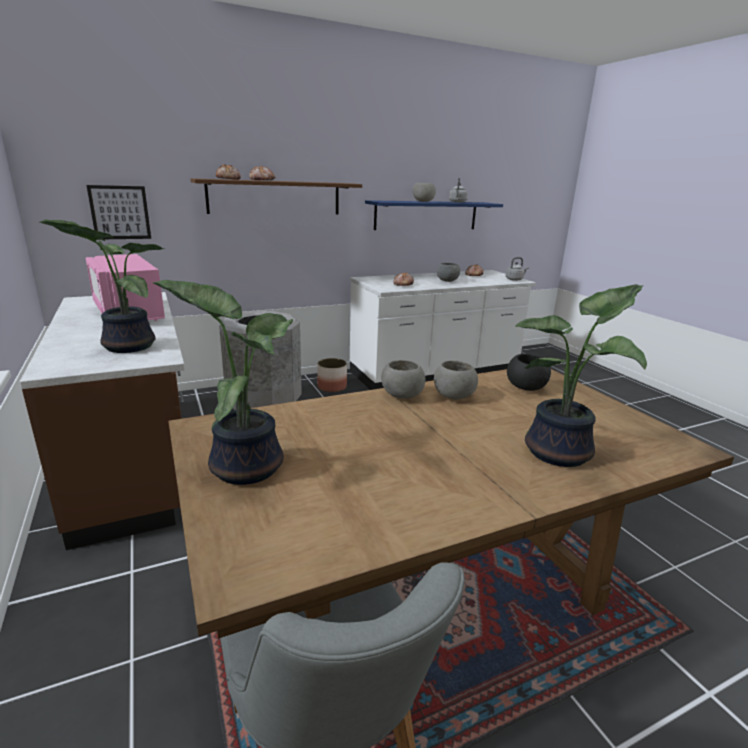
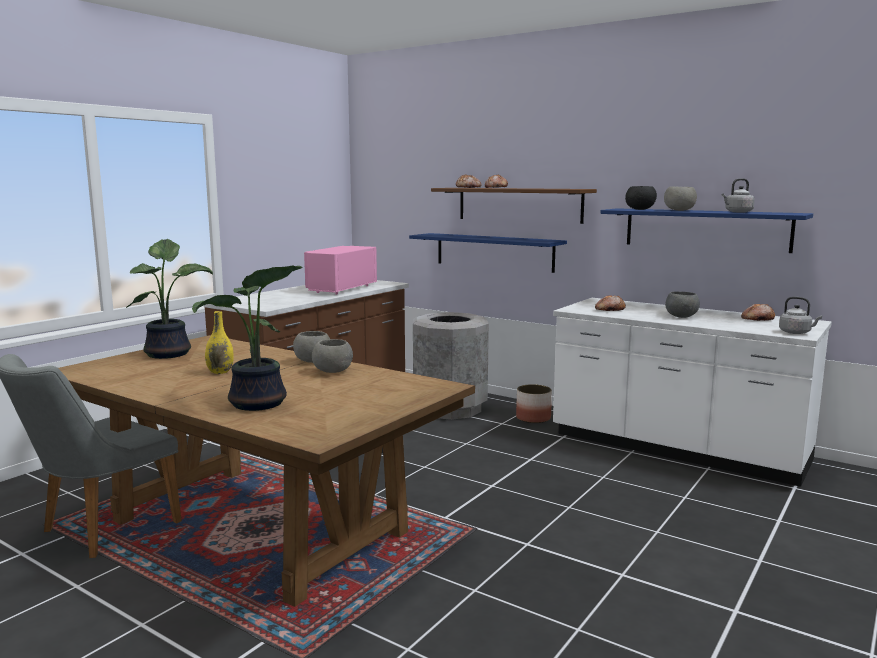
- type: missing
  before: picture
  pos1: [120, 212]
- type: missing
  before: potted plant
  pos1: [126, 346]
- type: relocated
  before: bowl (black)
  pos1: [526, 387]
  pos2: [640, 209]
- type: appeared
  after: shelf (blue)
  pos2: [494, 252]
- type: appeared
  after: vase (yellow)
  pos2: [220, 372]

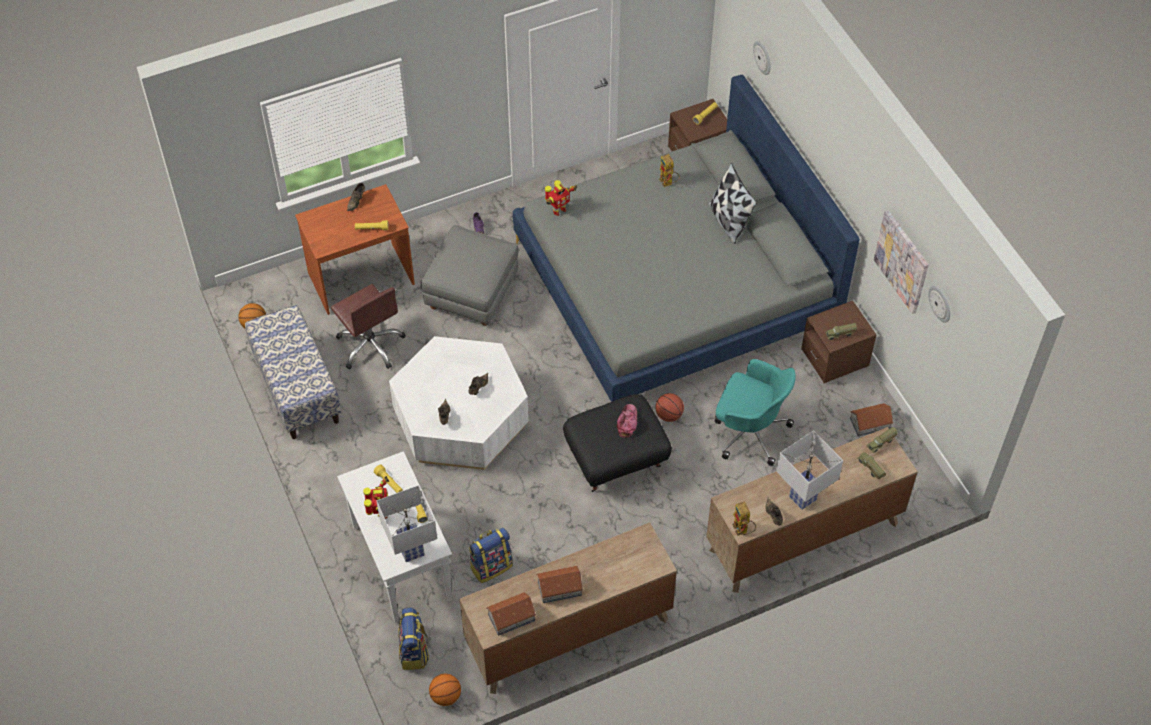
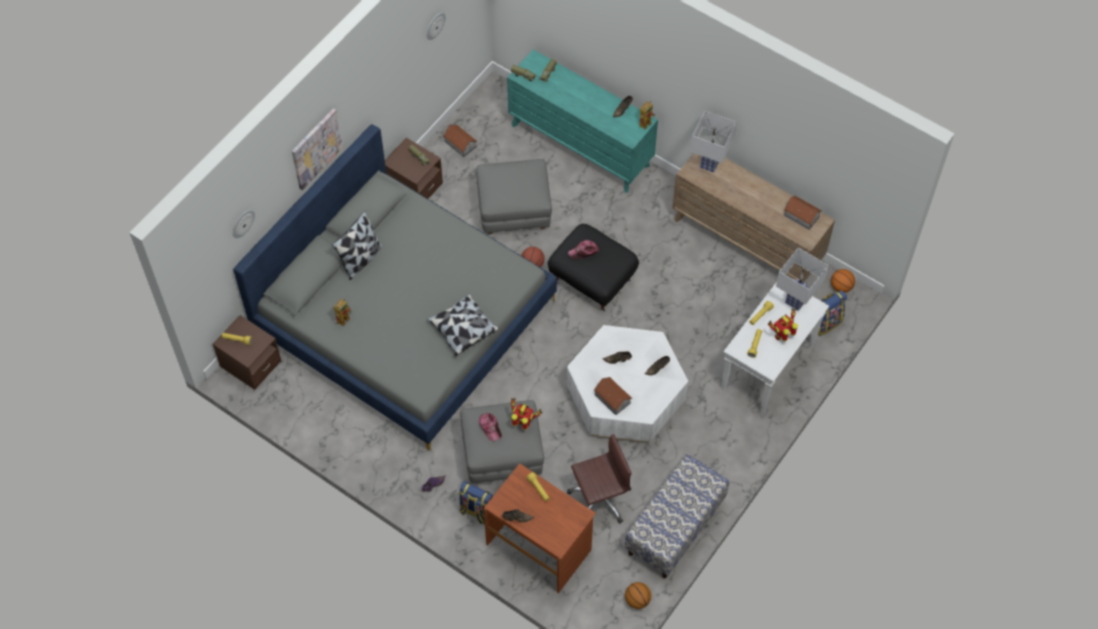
- type: relocated
  before: toy robot
  pos1: [558, 210]
  pos2: [523, 424]
- type: relocated
  before: picture
  pos1: [902, 261]
  pos2: [316, 148]
- type: spun
  before: office chair (brown)
  pos1: [371, 345]
  pos2: [599, 499]
  turn: 45
- type: exchanged
  before: office chair (turquoise)
  after: ottoman (grey)
  pos1: [749, 431]
  pos2: [514, 210]
- type: colour
  before: dresser (brown)
  after: dresser (turquoise)
  pos1: [803, 537]
  pos2: [581, 145]
- type: relocated
  before: table lamp (white)
  pos1: [803, 498]
  pos2: [709, 164]
- type: relocated
  before: backpack
  pos1: [491, 566]
  pos2: [477, 511]
- type: relocated
  before: toy house
  pos1: [559, 588]
  pos2: [612, 399]
- type: appeared
  after: pillow
  pos2: [463, 329]
- type: appeared
  after: cap
  pos2: [490, 427]

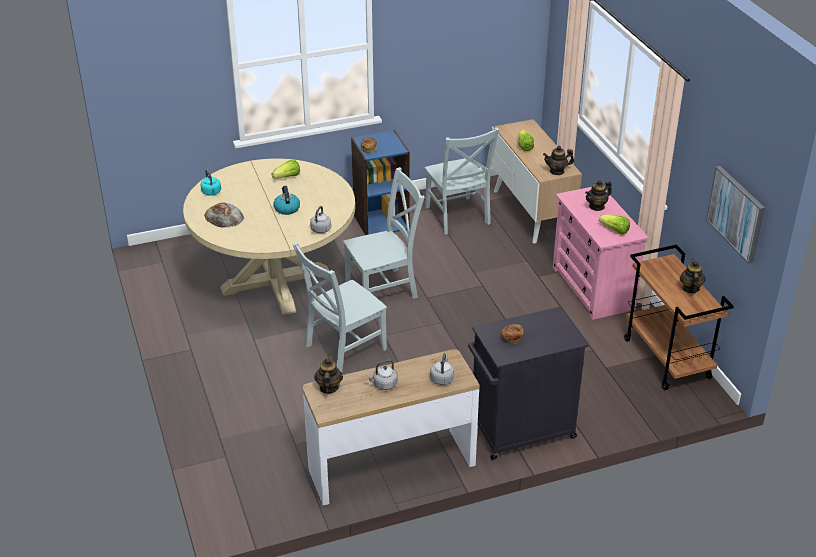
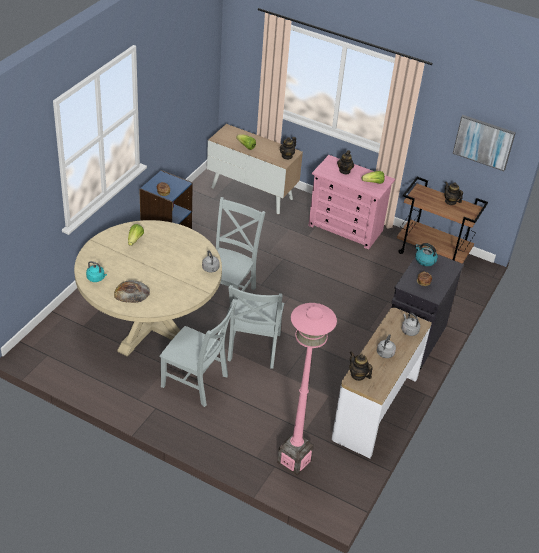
- type: relocated
  before: chair (grey)
  pos1: [458, 217]
  pos2: [197, 382]
- type: relocated
  before: kettle
  pos1: [286, 208]
  pos2: [424, 260]
- type: appeared
  after: floor lamp (pink)
  pos2: [294, 461]

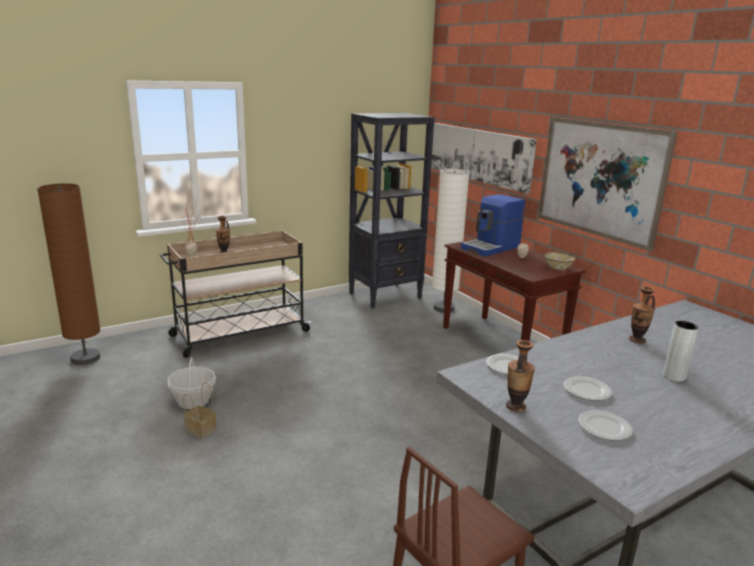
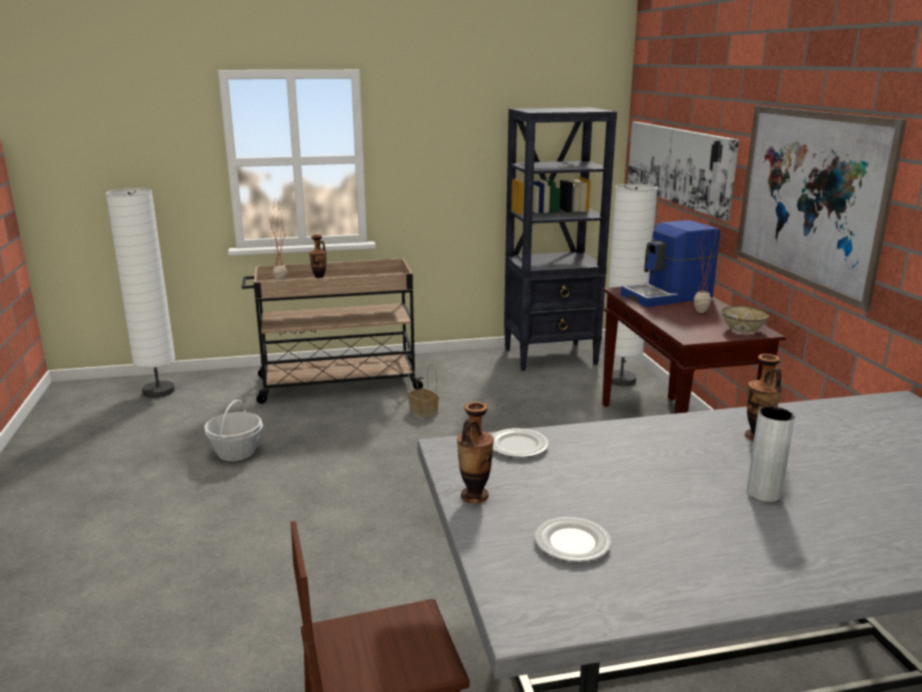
- type: colour
  before: floor lamp (brown)
  after: floor lamp (white)
  pos1: [86, 358]
  pos2: [159, 391]
- type: missing
  before: plate
  pos1: [586, 390]
- type: relocated
  before: basket
  pos1: [200, 430]
  pos2: [422, 411]

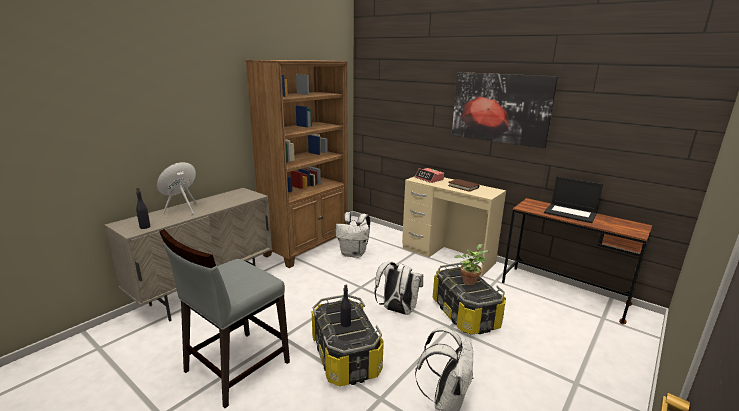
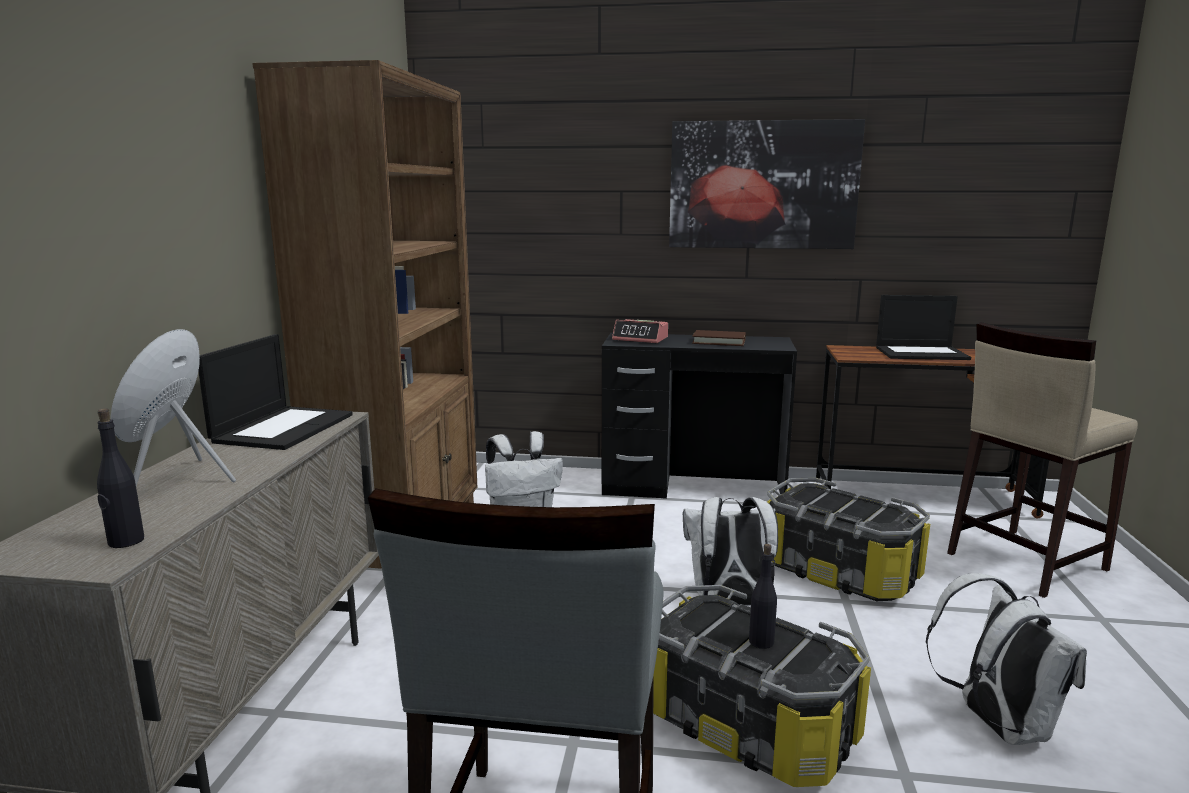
- type: colour
  before: desk (beige)
  after: desk (black)
  pos1: [447, 255]
  pos2: [693, 487]
- type: missing
  before: potted plant
  pos1: [469, 281]
- type: appeared
  after: stool (beige)
  pos2: [1024, 561]
- type: appeared
  after: laptop
  pos2: [283, 428]

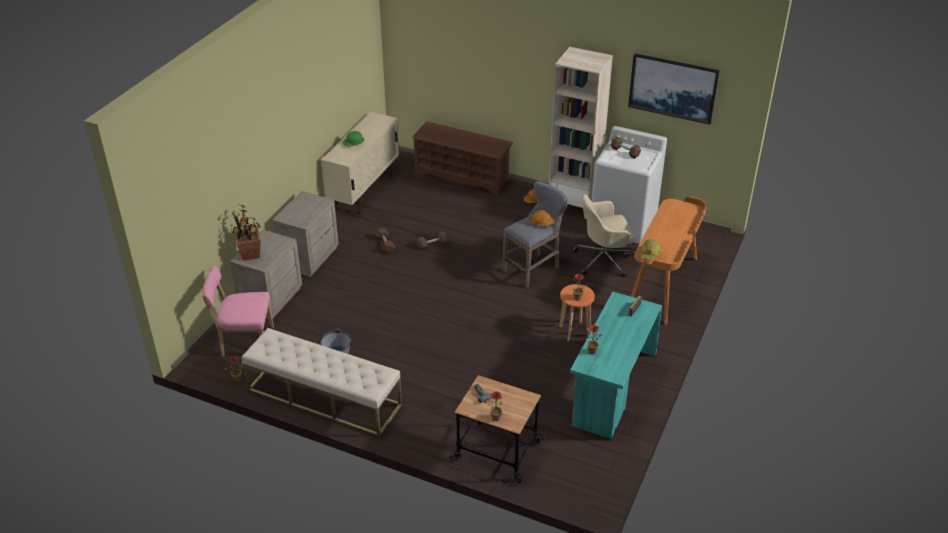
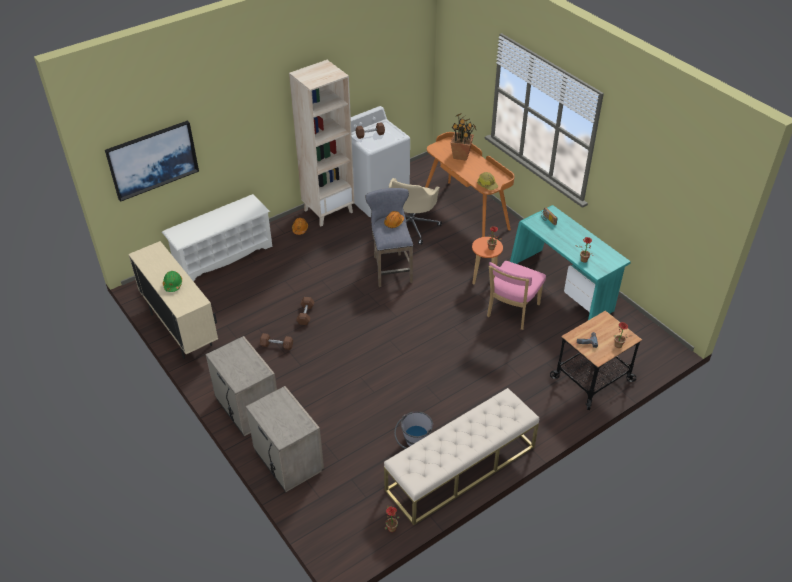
- type: relocated
  before: picture
  pos1: [673, 87]
  pos2: [152, 159]
- type: colour
  before: shoe rack (brown)
  after: shoe rack (white)
  pos1: [462, 176]
  pos2: [223, 256]
- type: relocated
  before: potted plant
  pos1: [250, 254]
  pos2: [461, 155]
- type: relocated
  before: chair (pink)
  pos1: [244, 342]
  pos2: [511, 312]

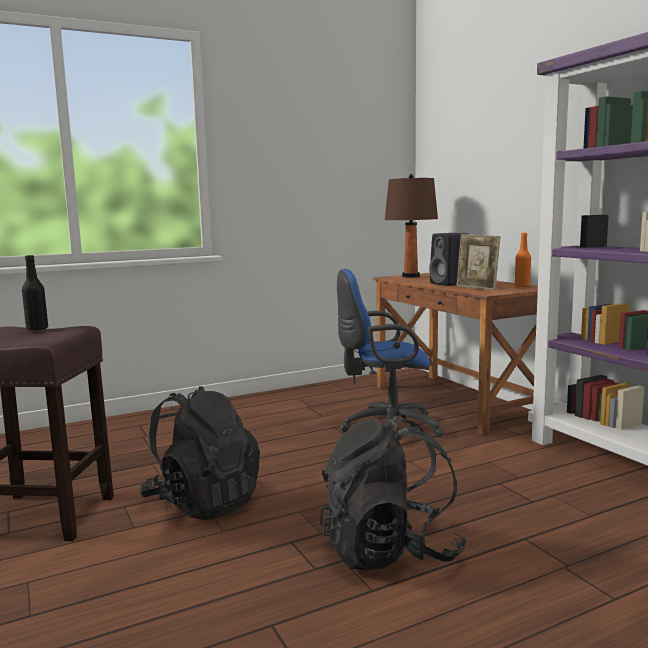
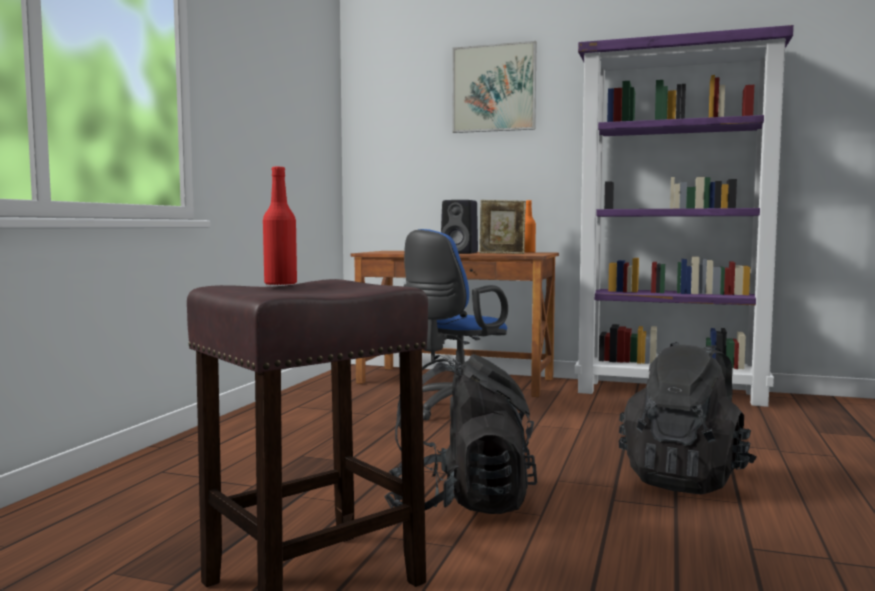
- type: missing
  before: table lamp (brown)
  pos1: [411, 276]
- type: colour
  before: bottle (black)
  after: bottle (red)
  pos1: [37, 329]
  pos2: [280, 284]
- type: appeared
  after: picture
  pos2: [494, 88]

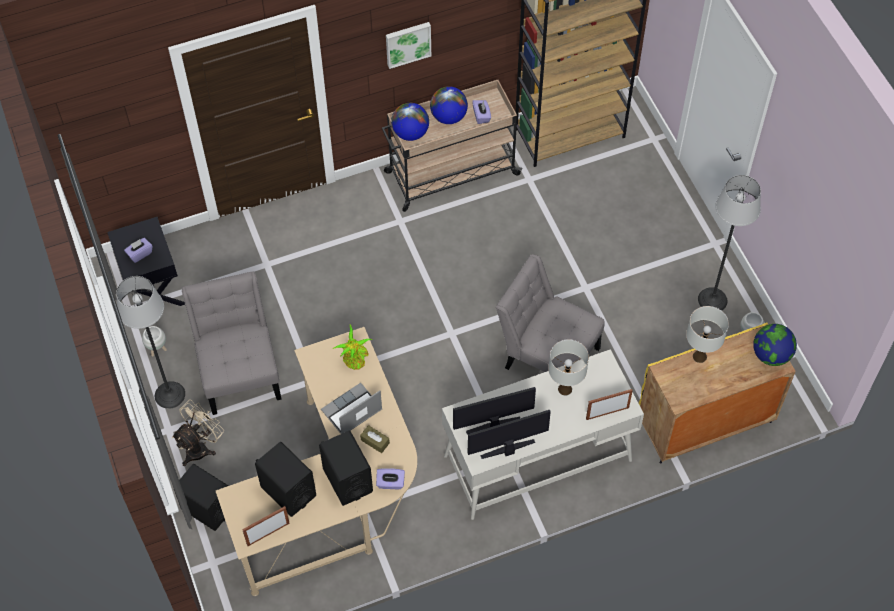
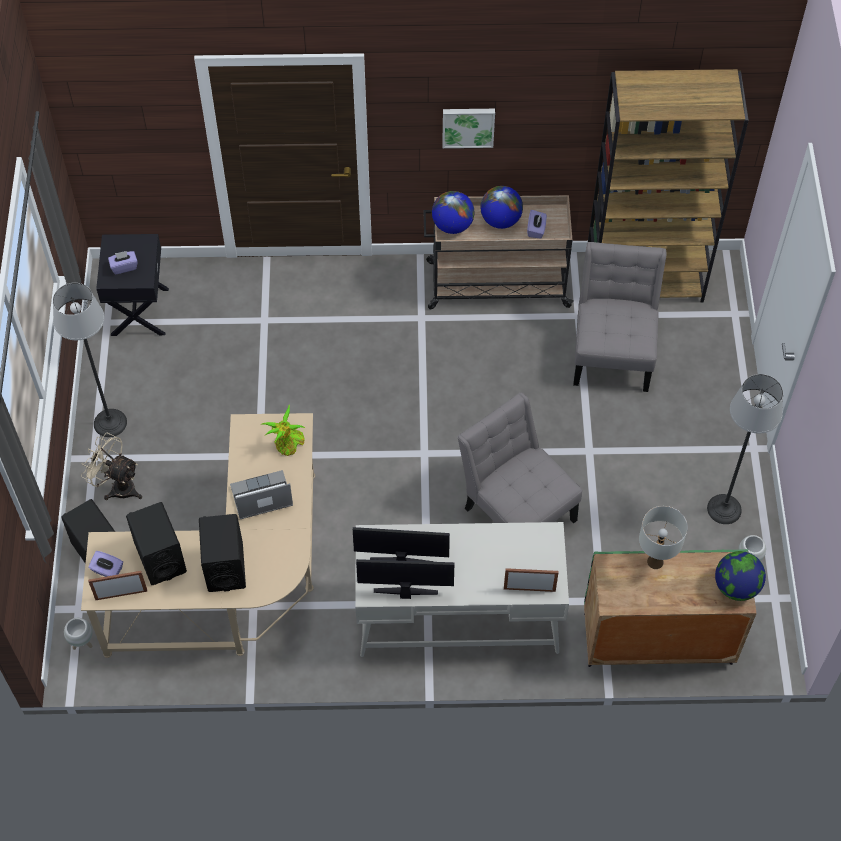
- type: relocated
  before: chair (grey)
  pos1: [240, 371]
  pos2: [613, 351]
- type: colour
  before: cabinet (yellow)
  after: cabinet (green)
  pos1: [704, 422]
  pos2: [656, 639]
- type: relocated
  before: planter (white)
  pos1: [157, 349]
  pos2: [83, 643]
- type: missing
  before: table lamp (white)
  pos1: [565, 389]
- type: spun
  before: fan (beige)
  pos1: [201, 447]
  pos2: [118, 486]
  turn: -120
- type: missing
  before: tissue box (brown)
  pos1: [375, 441]
- type: relocated
  before: tissue box (purple)
  pos1: [390, 483]
  pos2: [107, 570]

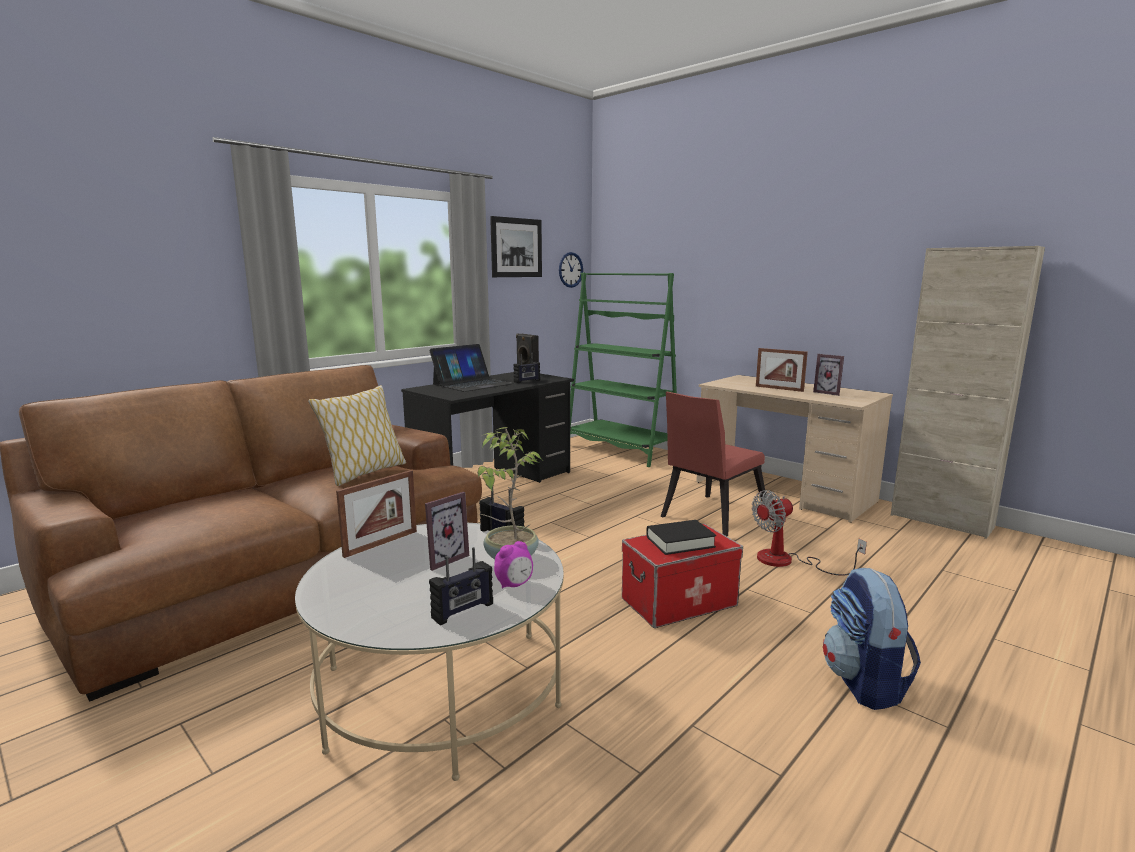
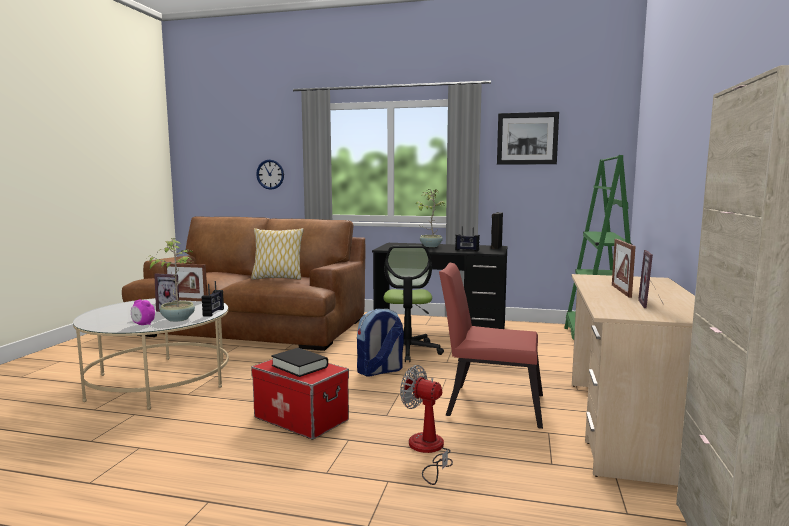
- type: relocated
  before: wall clock
  pos1: [570, 270]
  pos2: [270, 174]
- type: exchanged
  before: laptop
  after: potted plant
  pos1: [472, 384]
  pos2: [430, 246]
- type: missing
  before: radio
  pos1: [463, 611]
- type: relocated
  before: backpack
  pos1: [864, 683]
  pos2: [380, 371]
- type: appeared
  after: office chair
  pos2: [407, 351]

